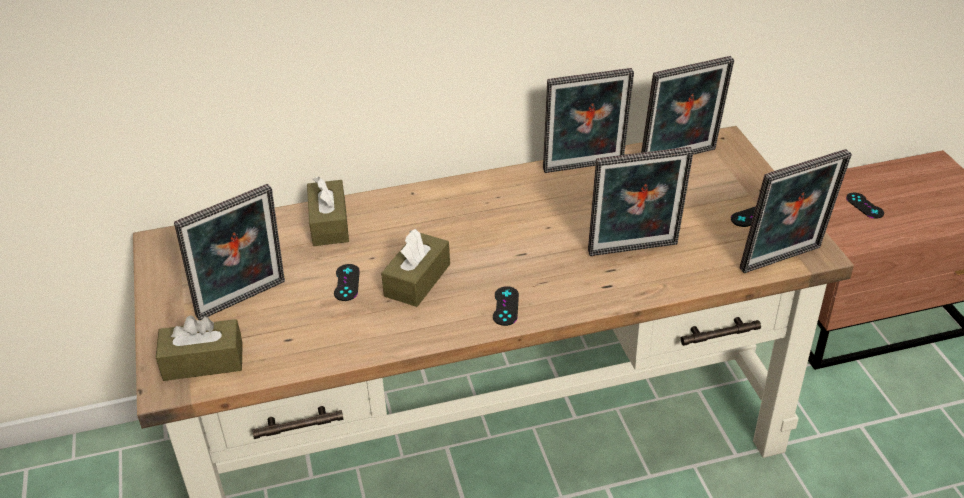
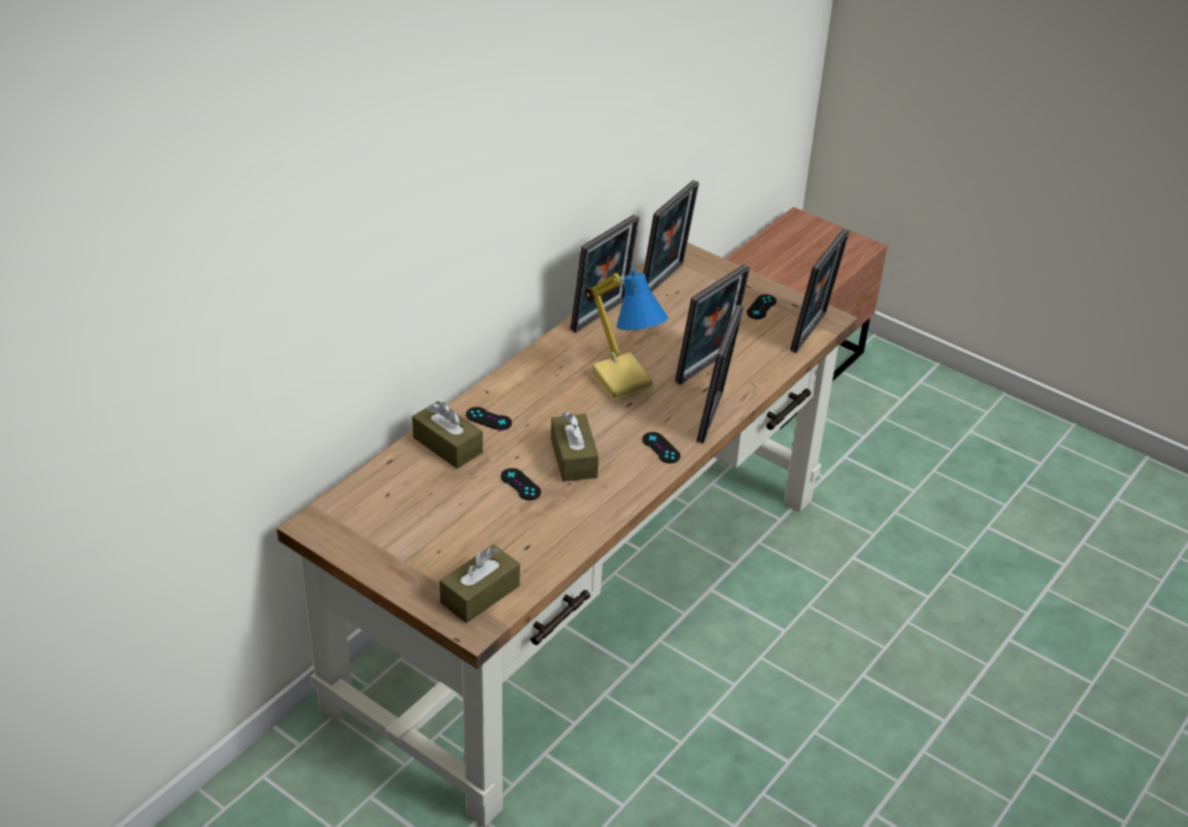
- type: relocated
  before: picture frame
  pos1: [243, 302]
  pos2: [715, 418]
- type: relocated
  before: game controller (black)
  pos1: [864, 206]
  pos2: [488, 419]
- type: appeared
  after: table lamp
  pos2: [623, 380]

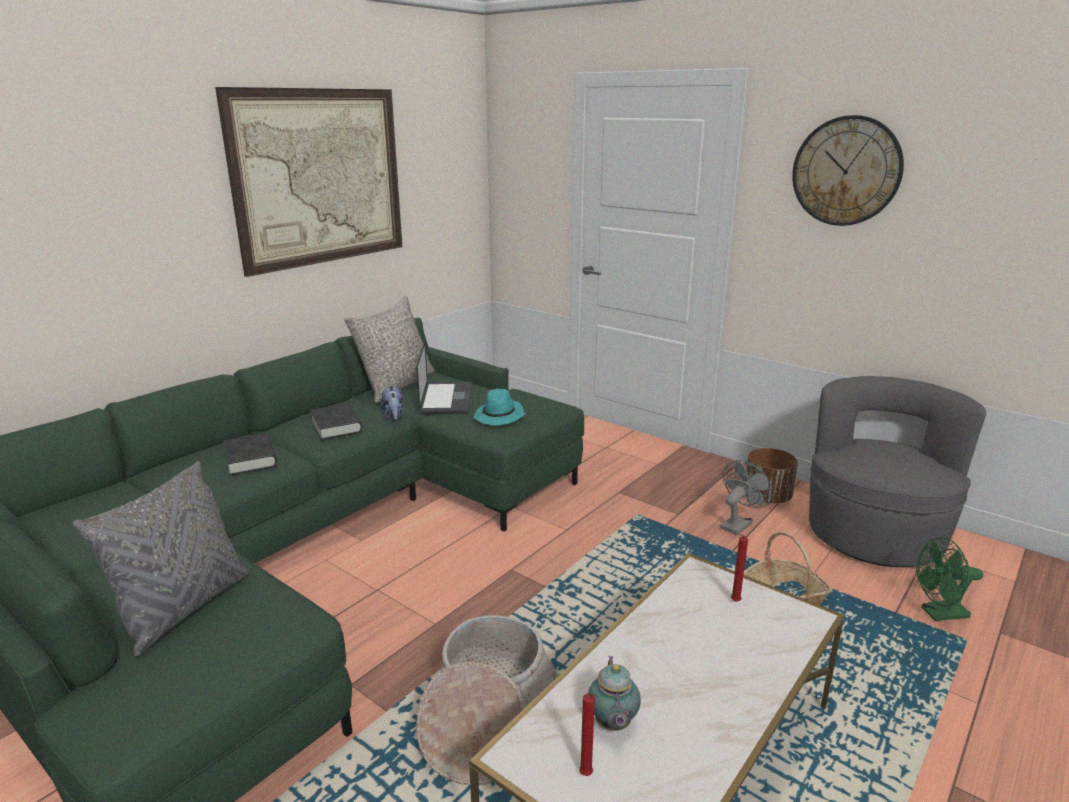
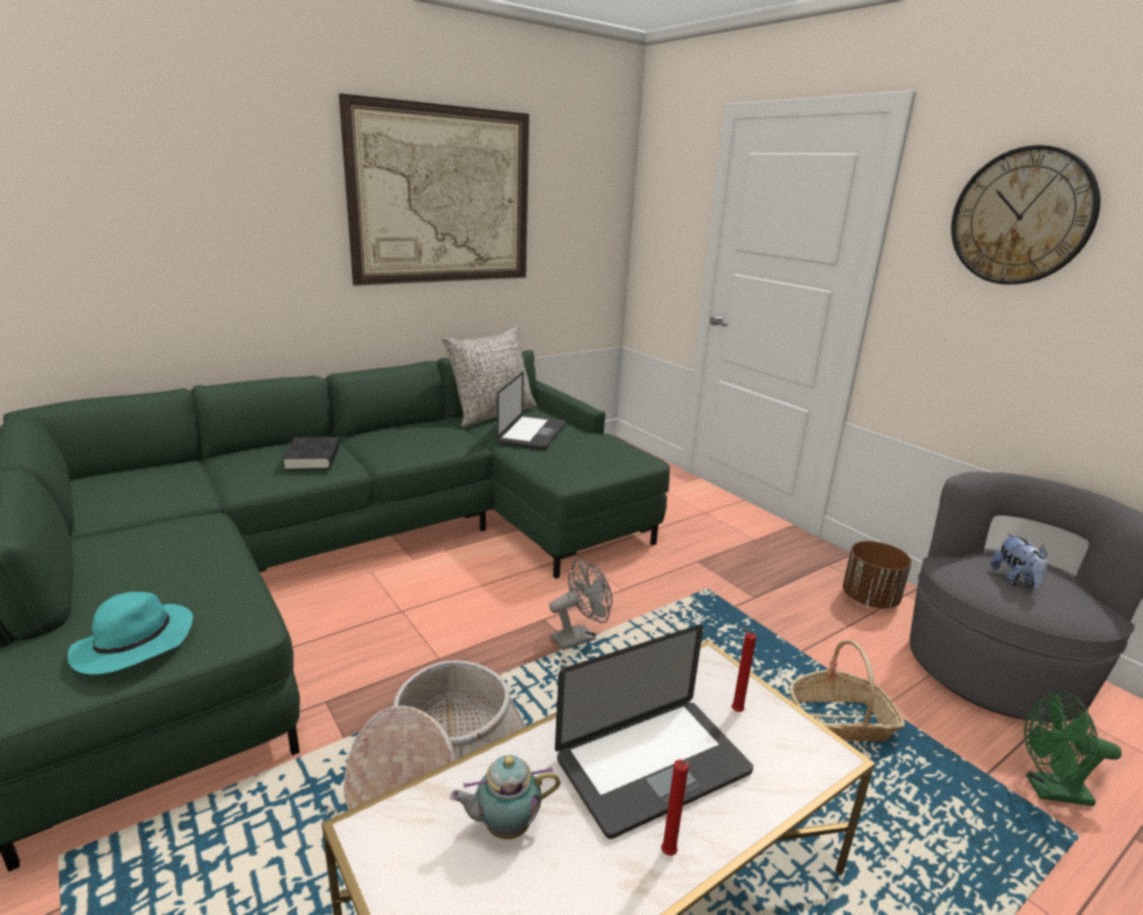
- type: relocated
  before: plush toy
  pos1: [394, 416]
  pos2: [1015, 580]
- type: relocated
  before: hat (turquoise)
  pos1: [499, 417]
  pos2: [133, 645]
- type: missing
  before: book (black)
  pos1: [336, 426]
- type: relocated
  before: fan (grey)
  pos1: [738, 524]
  pos2: [579, 637]
- type: missing
  before: pillow (grey)
  pos1: [184, 608]
- type: spun
  before: teapot
  pos1: [612, 725]
  pos2: [504, 827]
  turn: 60
- type: relocated
  before: candle (red)
  pos1: [587, 776]
  pos2: [669, 855]
- type: appeared
  after: laptop
  pos2: [653, 766]

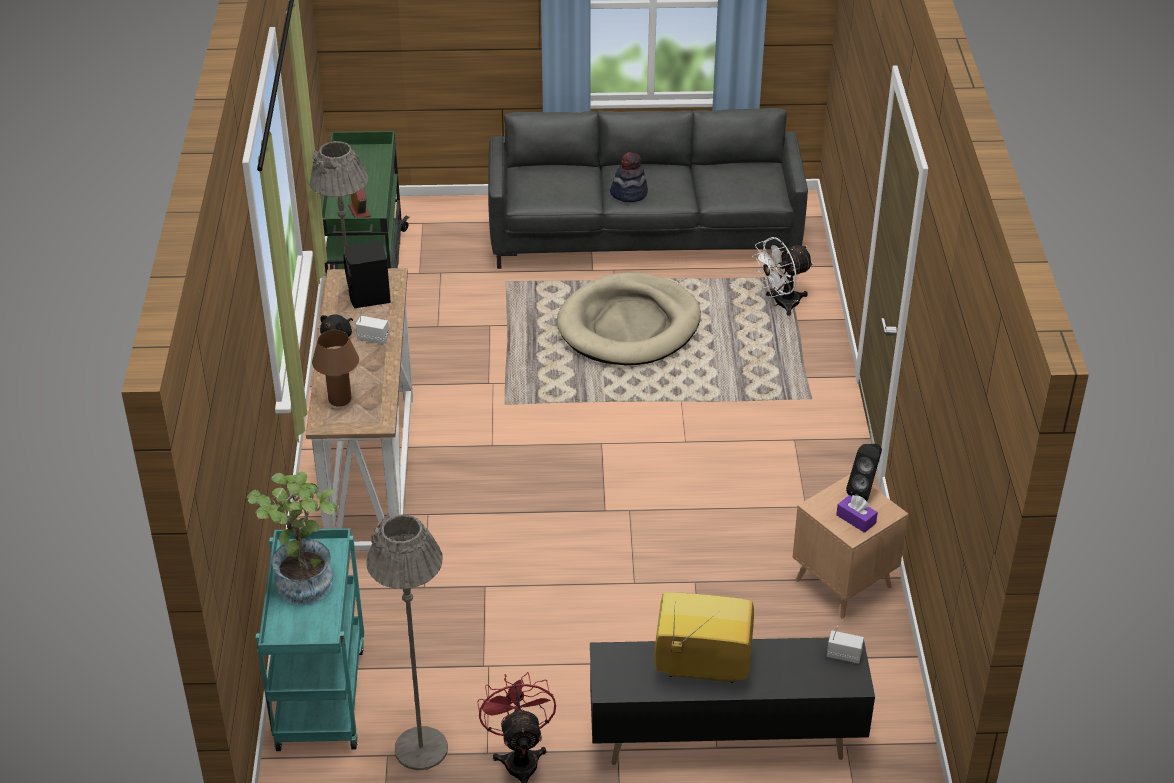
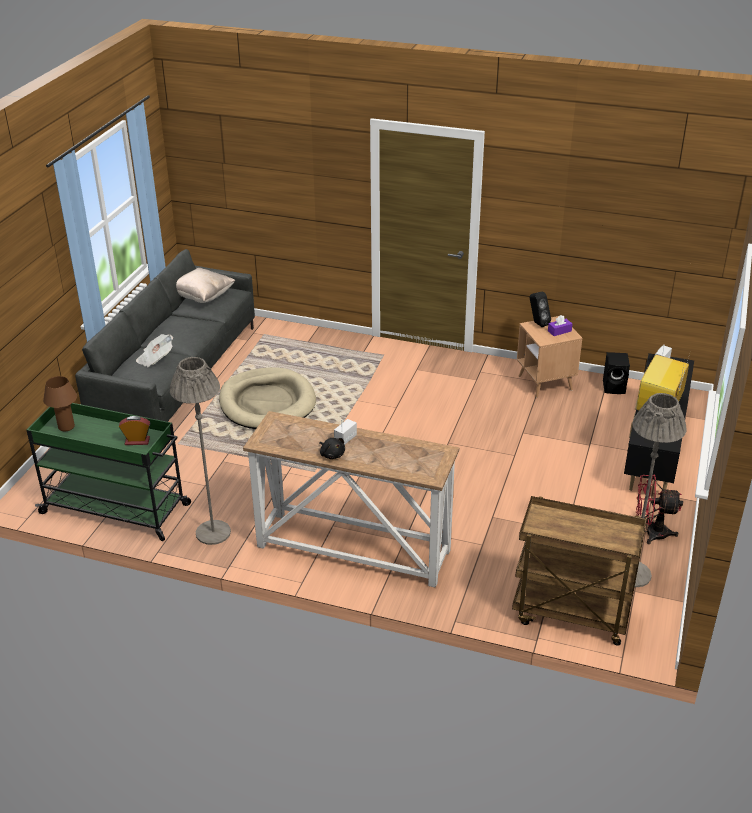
- type: missing
  before: hat
  pos1: [629, 193]
- type: missing
  before: fan (white)
  pos1: [780, 304]
- type: relocated
  before: speaker (black)
  pos1: [369, 297]
  pos2: [615, 387]
- type: relocated
  before: table lamp (brown)
  pos1: [340, 399]
  pos2: [66, 427]
- type: missing
  before: potted plant
  pos1: [303, 578]
- type: colour
  before: cart (turquoise)
  after: cart (brown)
  pos1: [319, 695]
  pos2: [570, 614]
- type: appeared
  after: pillow (beige)
  pos2: [202, 297]
- type: appeared
  after: newspaper
  pos2: [155, 359]

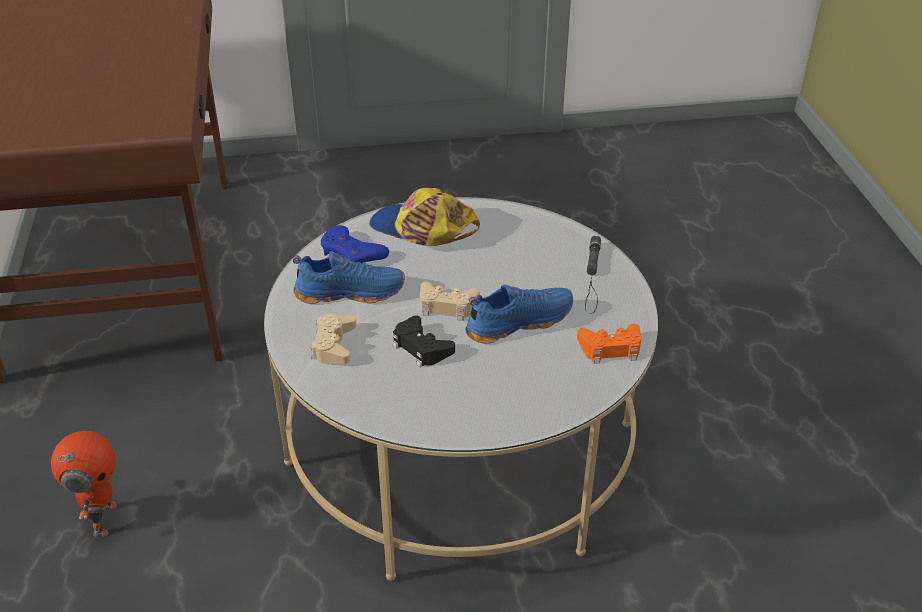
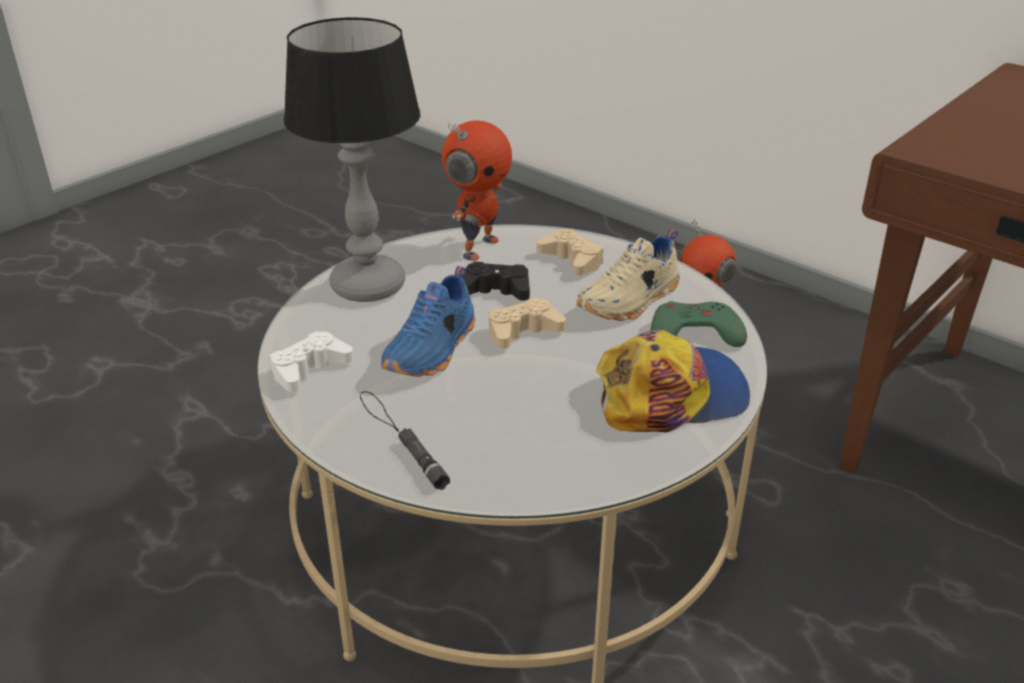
- type: colour
  before: game controller (blue)
  after: game controller (green)
  pos1: [352, 253]
  pos2: [694, 334]
- type: colour
  before: shoe (blue)
  after: shoe (beige)
  pos1: [350, 292]
  pos2: [631, 301]
- type: colour
  before: game controller (orange)
  after: game controller (white)
  pos1: [610, 348]
  pos2: [309, 369]
- type: appeared
  after: table lamp
  pos2: [367, 287]
- type: appeared
  after: toy robot
  pos2: [478, 247]

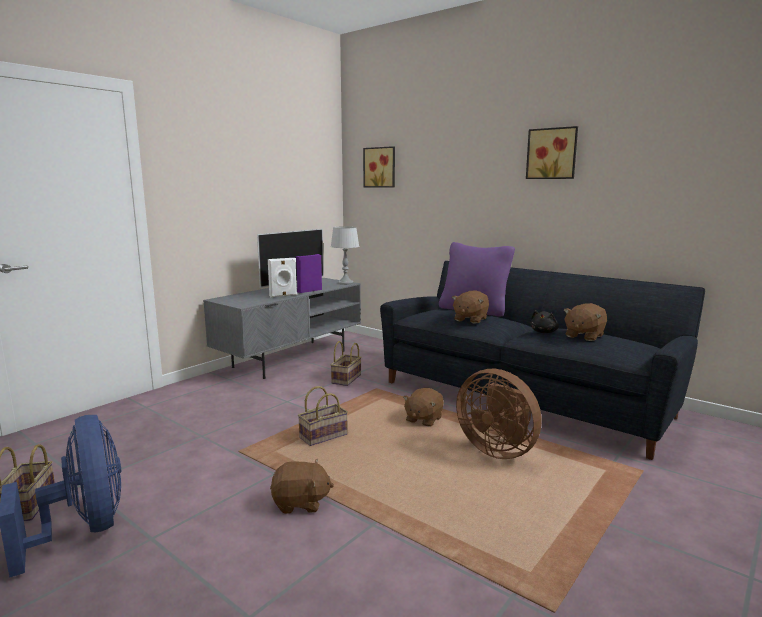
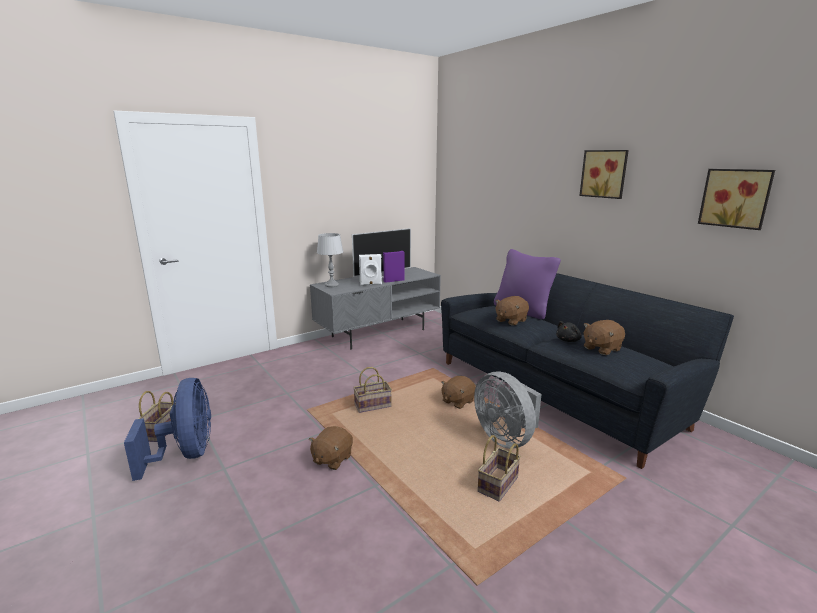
- type: relocated
  before: picture
  pos1: [380, 167]
  pos2: [735, 198]
- type: relocated
  before: table lamp (grey)
  pos1: [345, 283]
  pos2: [332, 285]
- type: relocated
  before: basket
  pos1: [346, 379]
  pos2: [498, 486]
- type: colour
  before: fan (brown)
  after: fan (grey)
  pos1: [498, 449]
  pos2: [506, 438]
- type: spun
  before: plush toy (brown)
  pos1: [300, 503]
  pos2: [332, 459]
  turn: 105

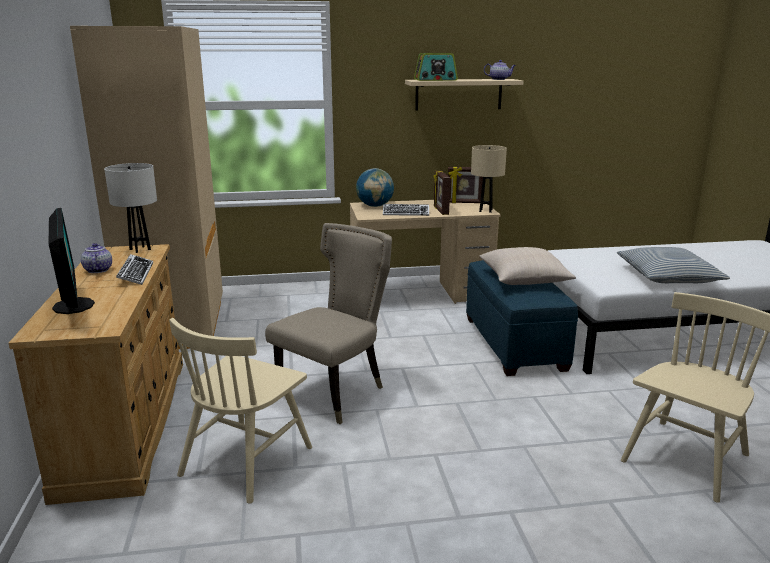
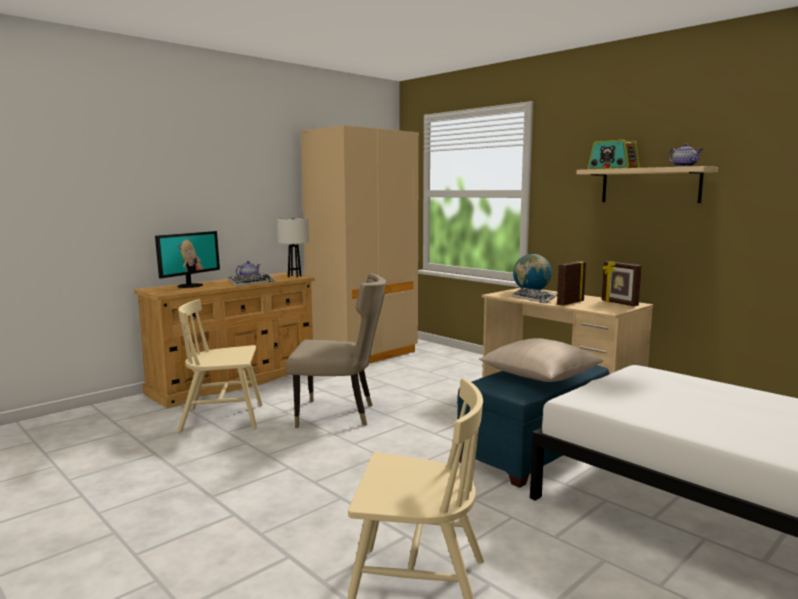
- type: missing
  before: table lamp (beige)
  pos1: [485, 210]
- type: missing
  before: pillow
  pos1: [668, 276]

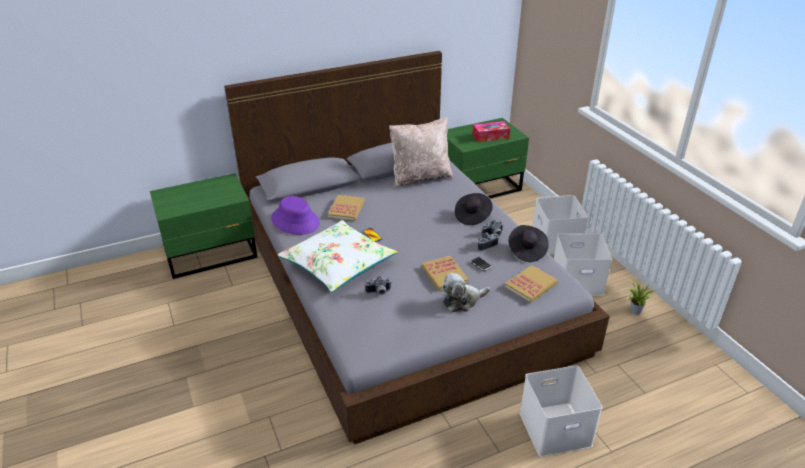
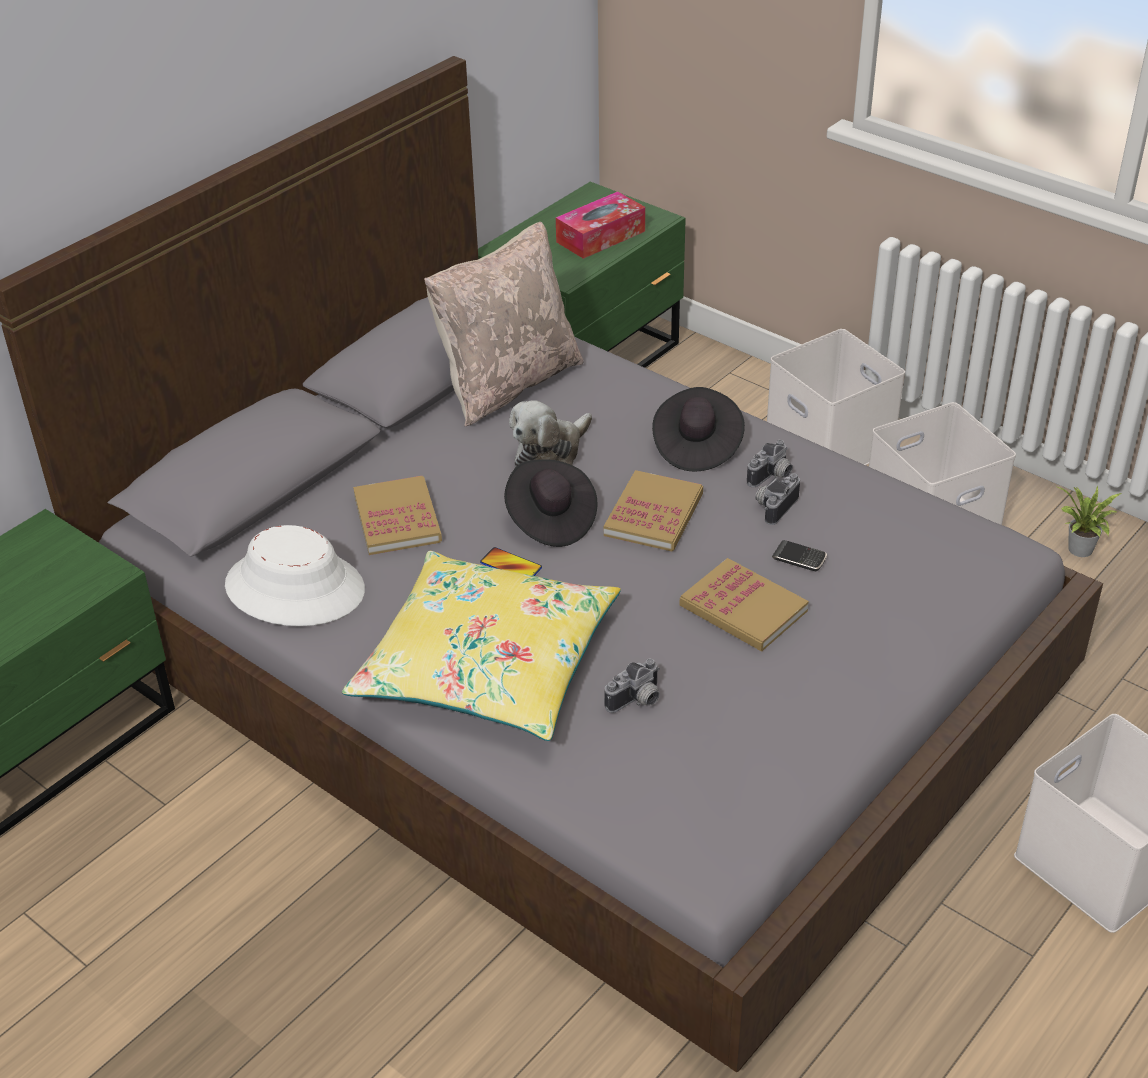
- type: colour
  before: hat (purple)
  after: hat (white)
  pos1: [295, 221]
  pos2: [295, 588]
- type: colour
  before: pillow (white)
  after: pillow (yellow)
  pos1: [338, 264]
  pos2: [487, 664]
- type: relocated
  before: hat (black)
  pos1: [526, 251]
  pos2: [550, 520]
- type: relocated
  before: book
  pos1: [531, 285]
  pos2: [654, 514]
- type: relocated
  before: plush toy
  pos1: [462, 301]
  pos2: [550, 454]

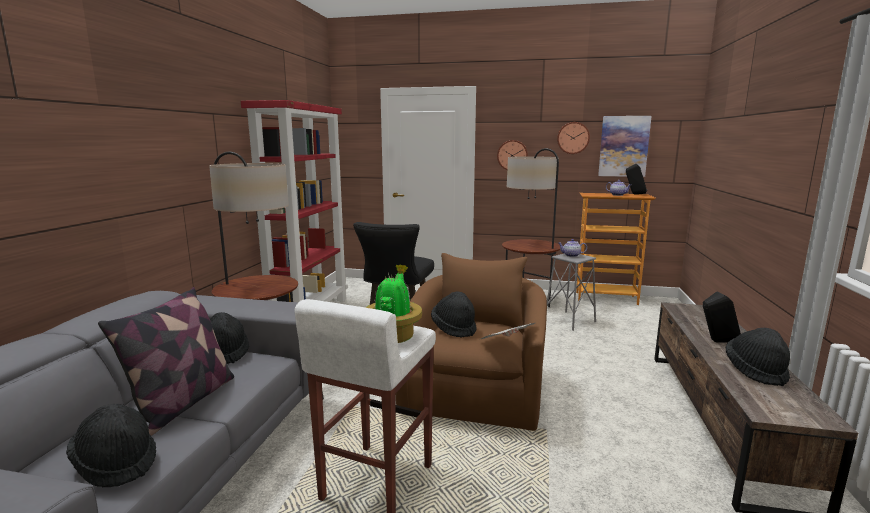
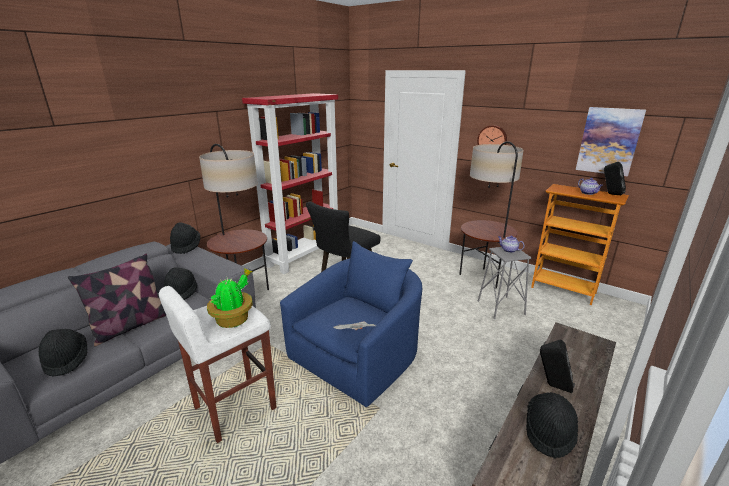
- type: missing
  before: wall clock
  pos1: [573, 138]
- type: colour
  before: armchair (brown)
  after: armchair (blue)
  pos1: [475, 390]
  pos2: [359, 356]
- type: relocated
  before: hat (black)
  pos1: [454, 328]
  pos2: [186, 247]

